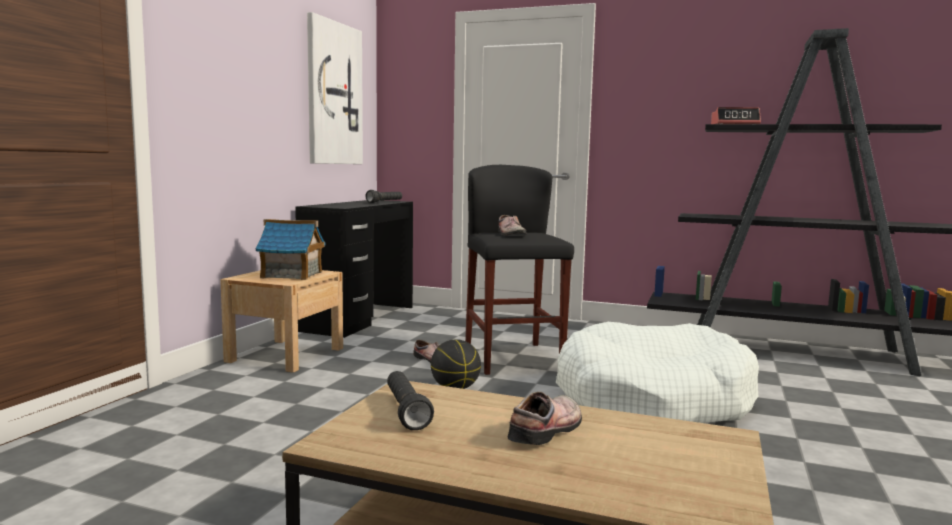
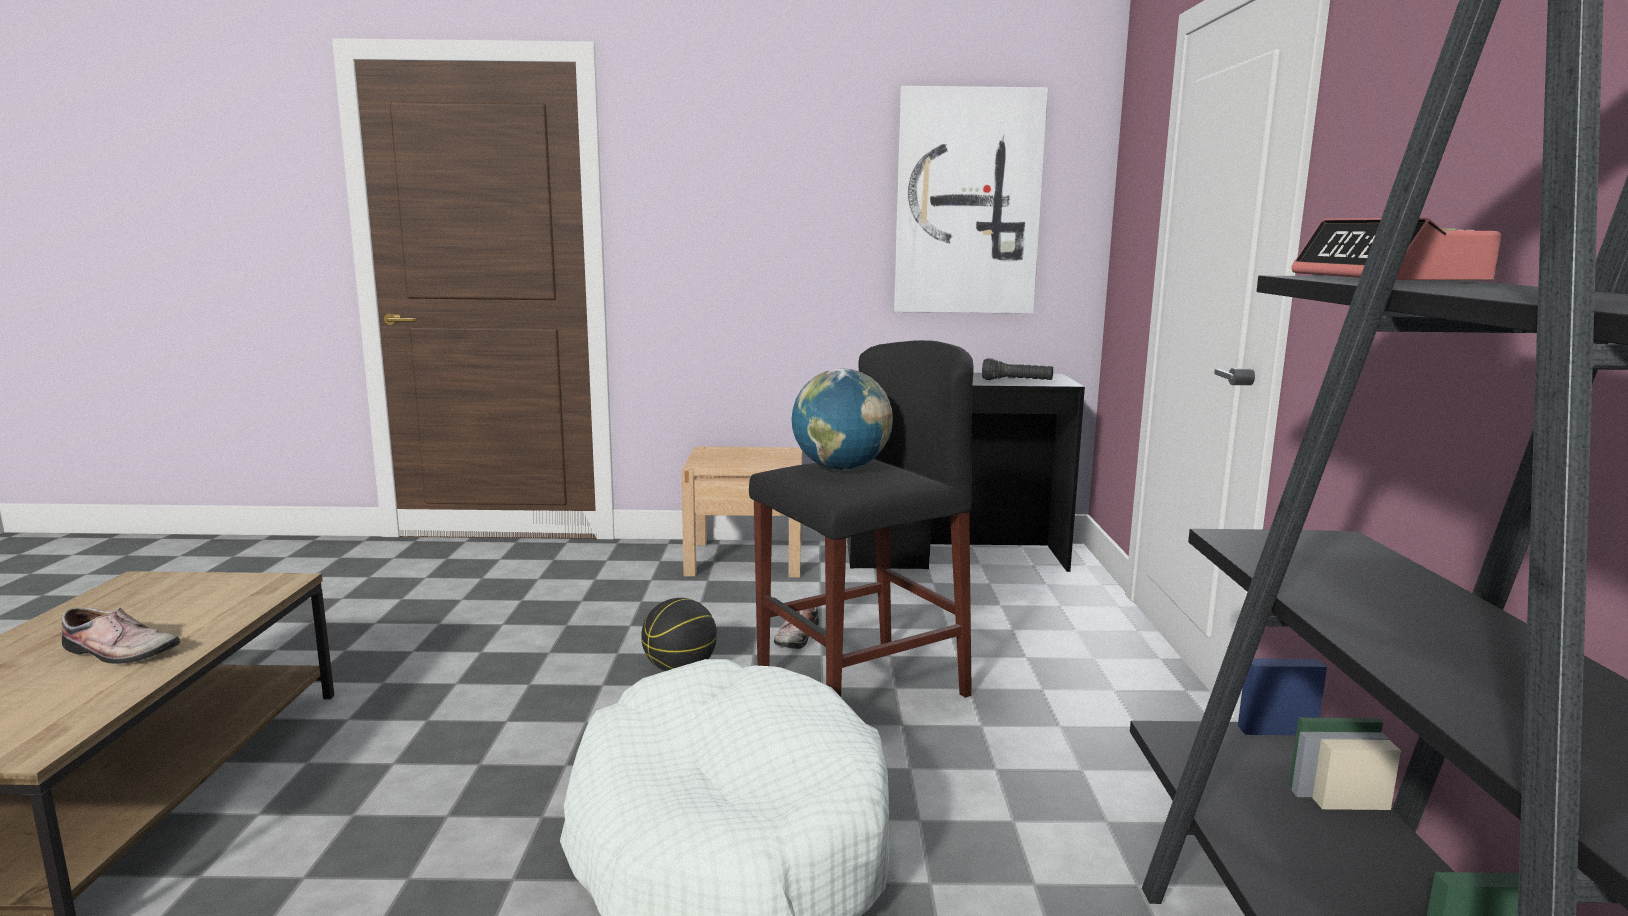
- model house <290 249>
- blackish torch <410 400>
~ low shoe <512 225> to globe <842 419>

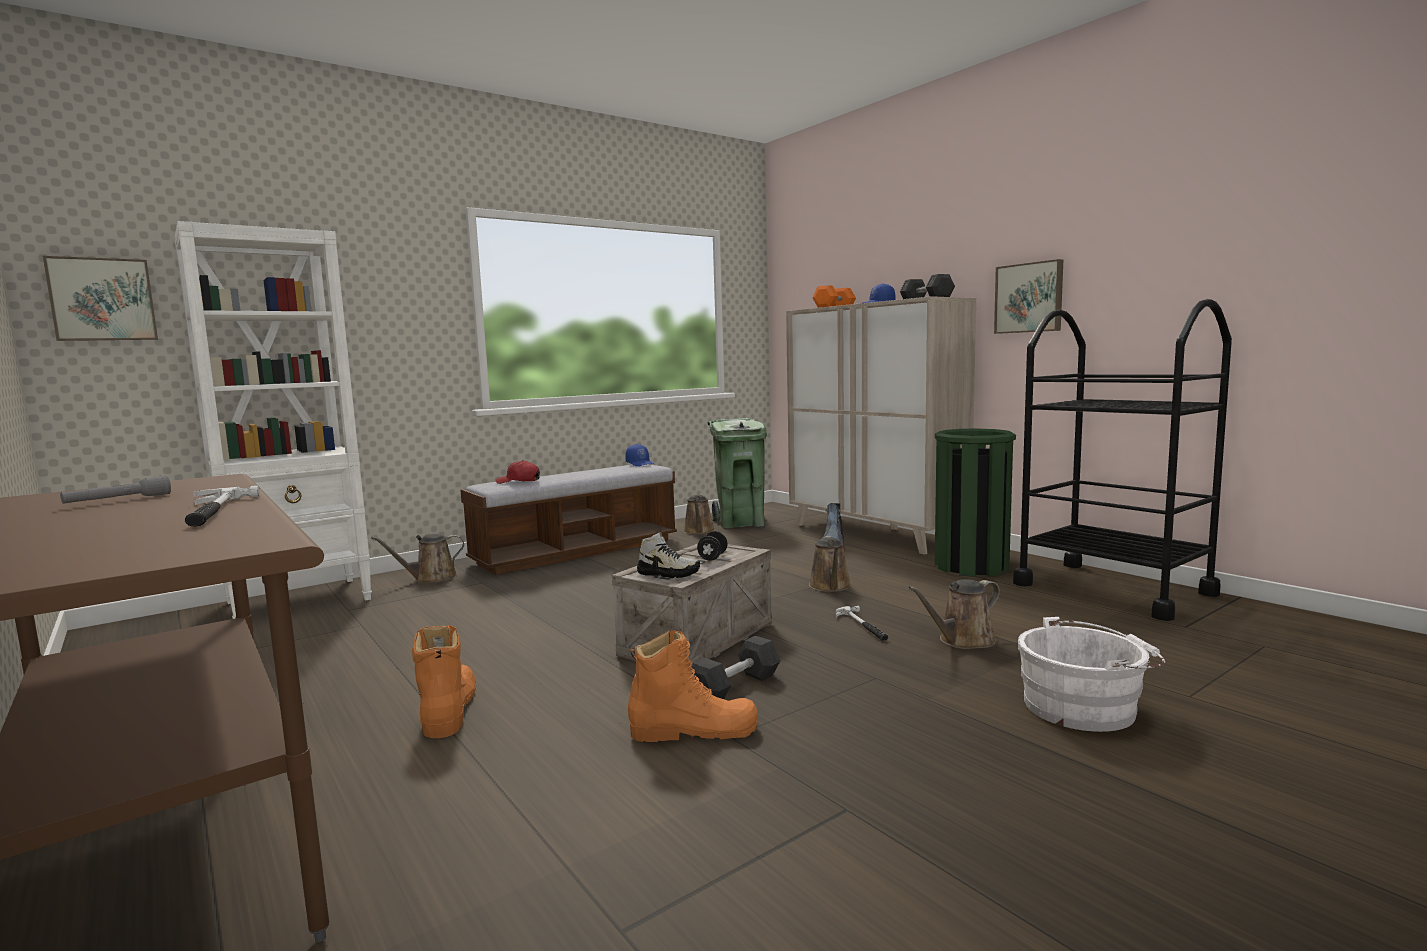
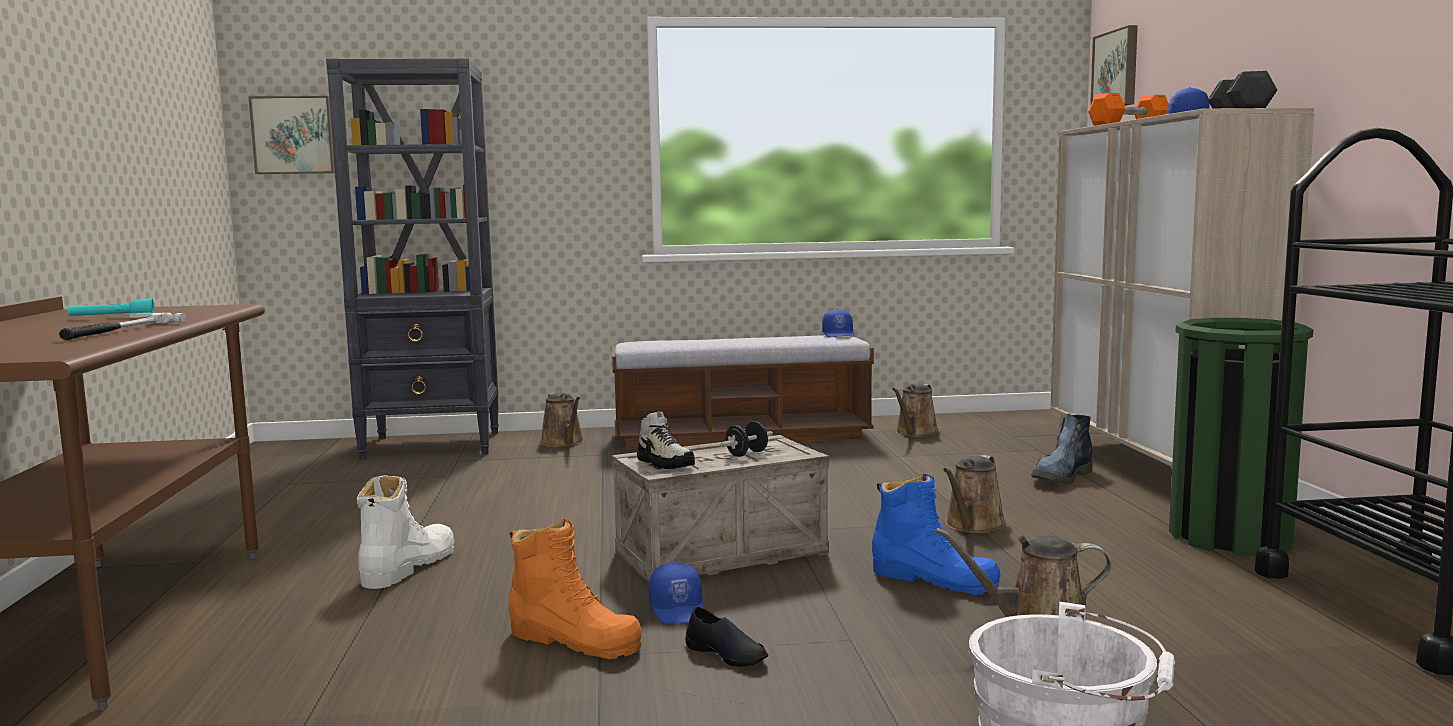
- red baseball cap <518 472>
- green rubbish bin <737 473>
+ blackish low shoe <726 636>
~ wall picture <1028 296> to <1114 65>
~ grey free weight <736 667> to blue-coloured baseball cap <677 593>
~ hand hammer <862 623> to blue-coloured high-top boot <936 534>
~ grey torch <115 489> to turquoise-coloured torch <111 307>
~ whitish shelving unit <273 420> to blackish shelving unit <412 259>
~ orange-coloured high-top boot <444 681> to whitish high-top boot <406 532>
~ brown-coloured watering can <417 558> = <562 419> 120 degrees counterclockwise

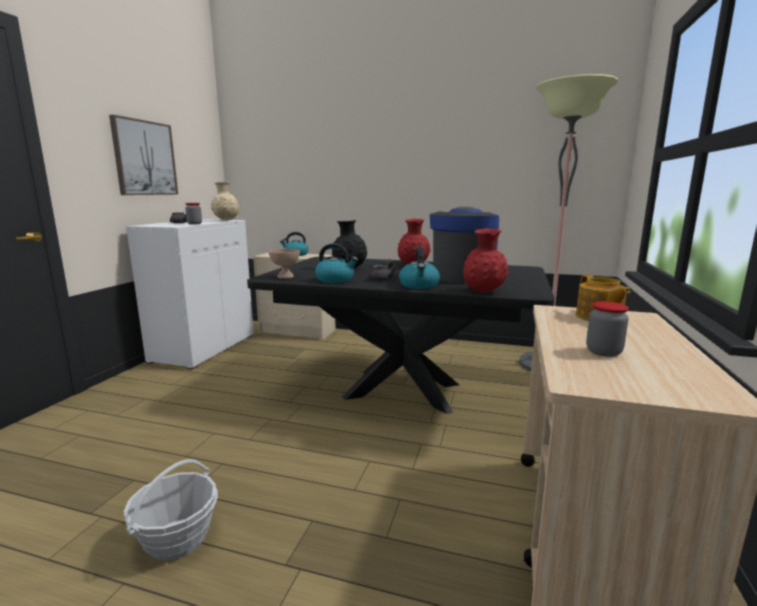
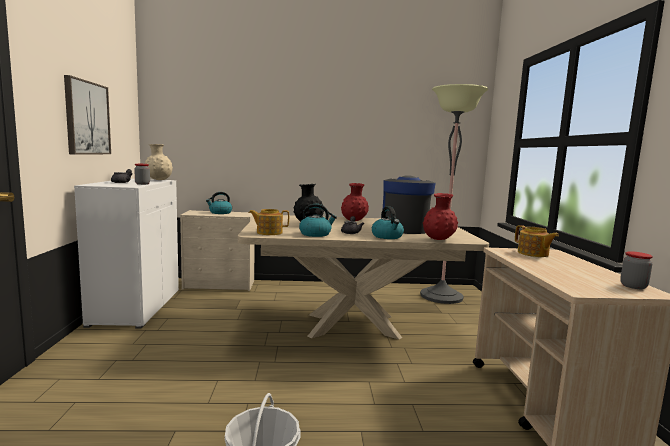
~ jar <607 329> to <636 270>
~ beige deep dish <284 264> to tea pot <269 222>
~ blackish dinner table <401 335> to beige dinner table <363 277>

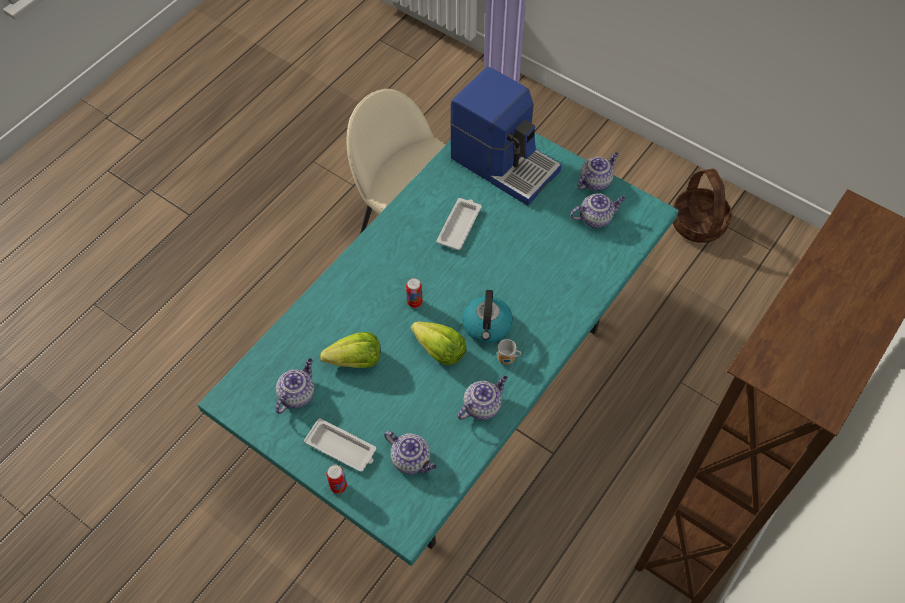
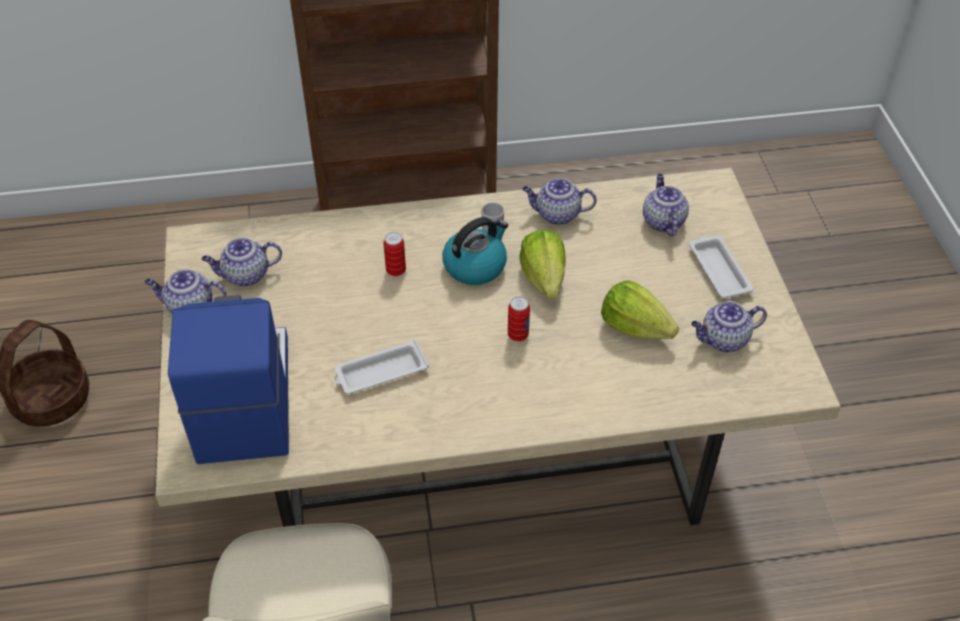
~ metal can <336 479> to <394 254>
~ turquoise-coloured dinner table <438 349> to beige dinner table <498 347>
~ tea pot <598 210> = <242 262> 45 degrees counterclockwise

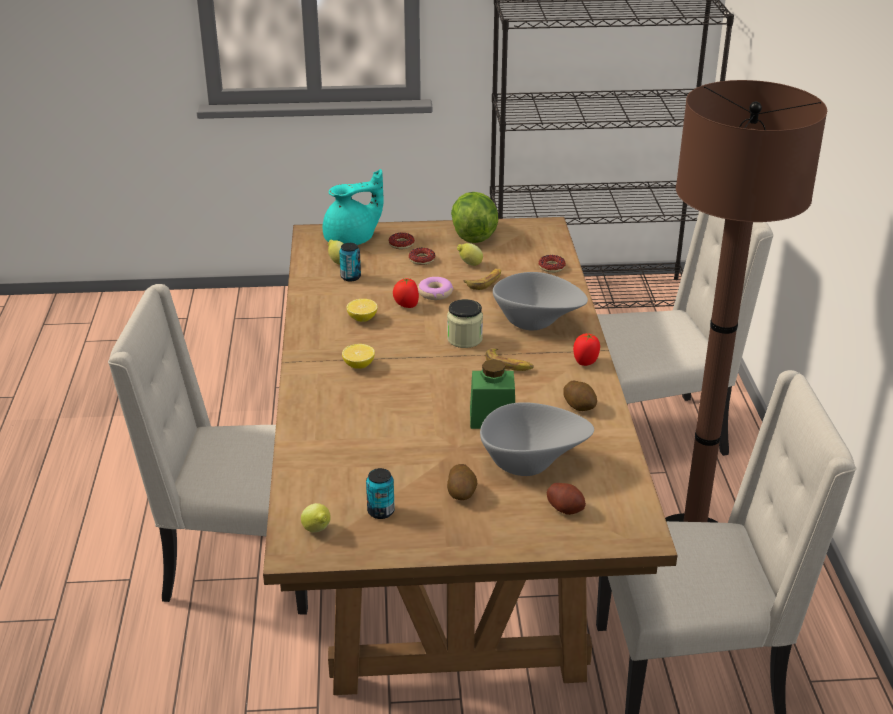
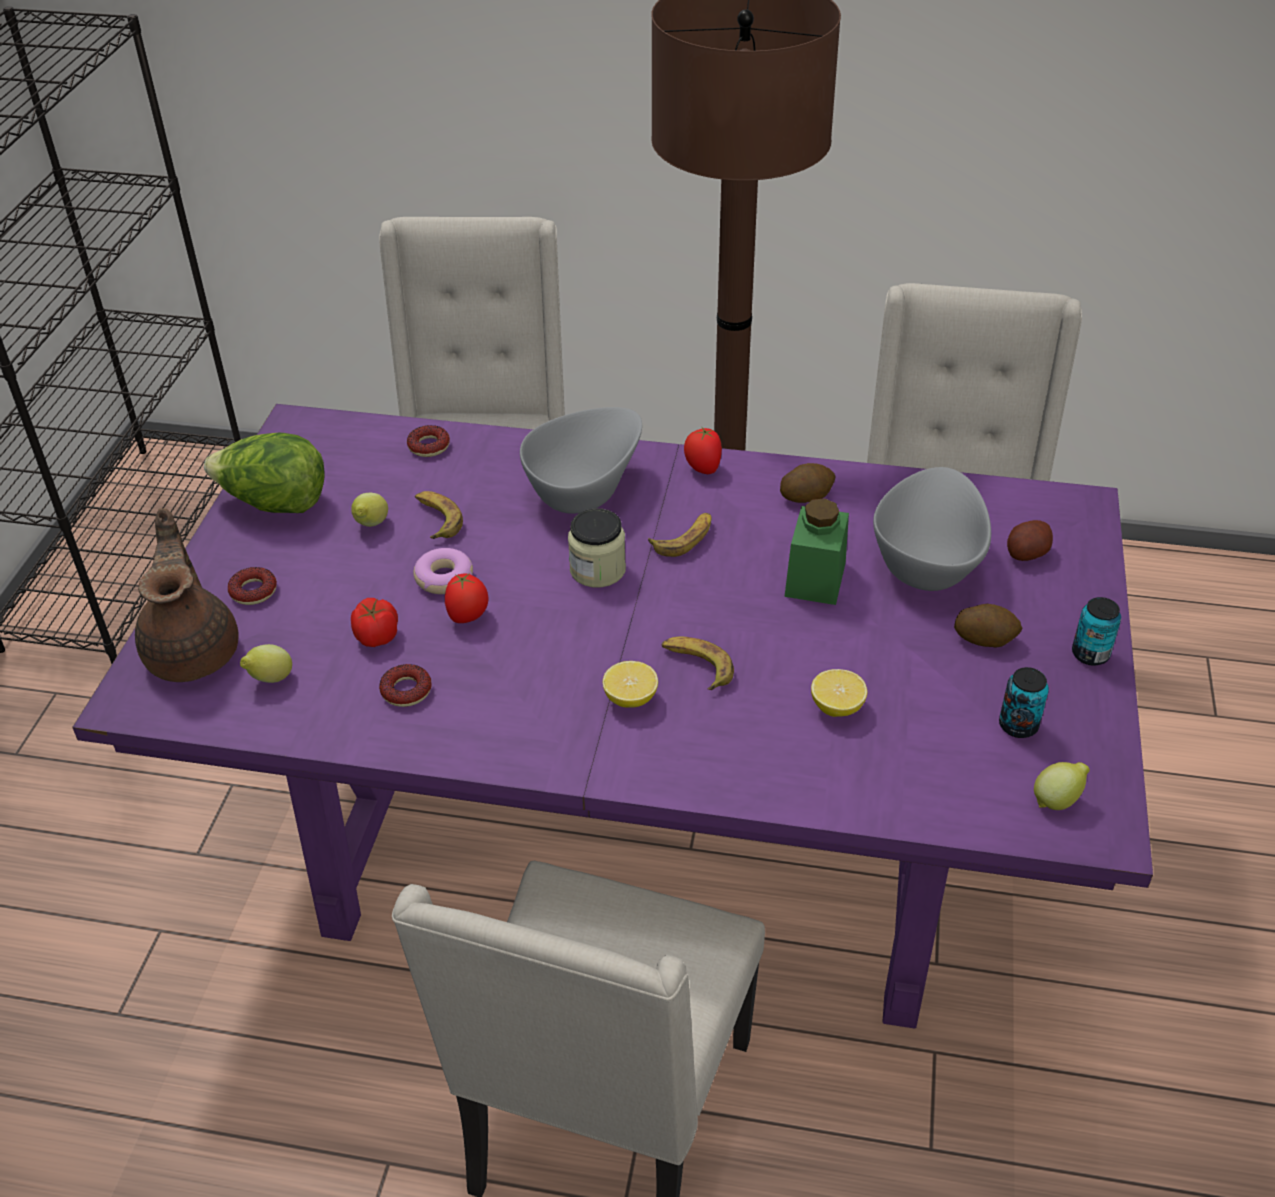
+ fresh tomato <374 622>
+ banana <698 663>
~ metal can <350 262> to <1096 631>
~ whole lemon <362 310> to <839 693>
~ ring doughnut <422 256> to <405 685>
~ brown-coloured dinner table <470 456> to purple-coloured dinner table <612 716>
~ turquoise-coloured tea pot <353 207> to brown-coloured tea pot <187 595>

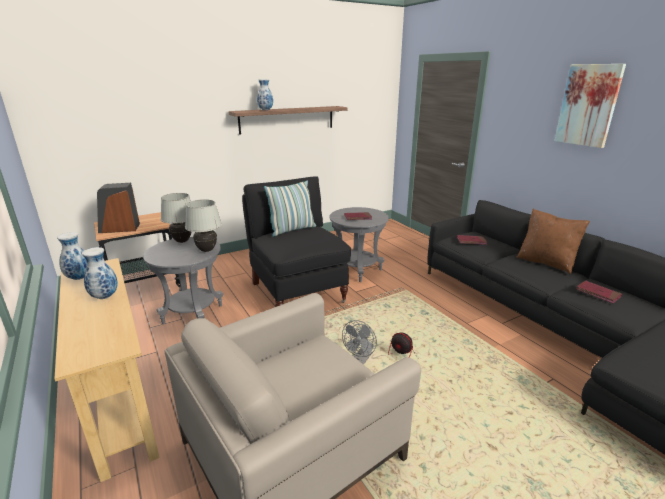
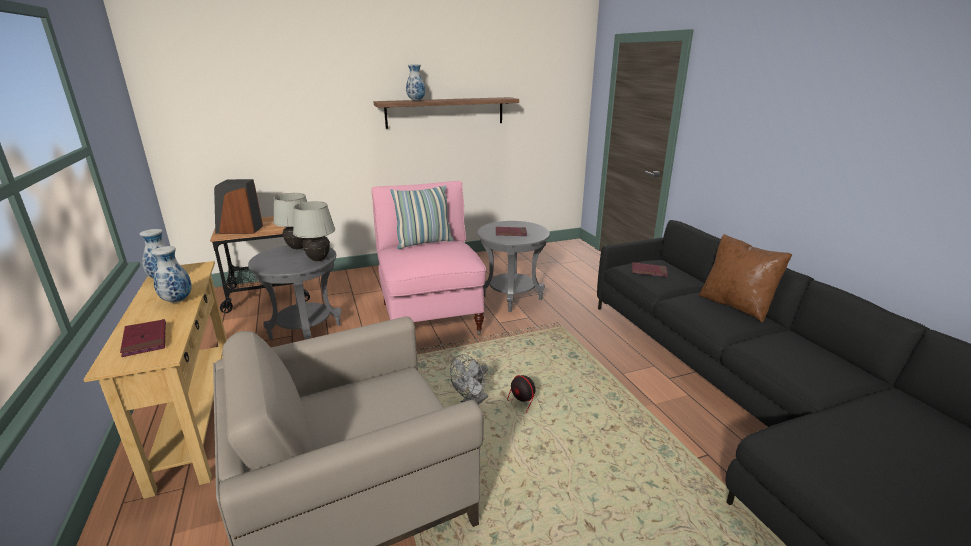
- wall picture <590 106>
~ red book <599 292> to <143 338>
~ blackish easy chair <296 241> to pink-coloured easy chair <428 258>

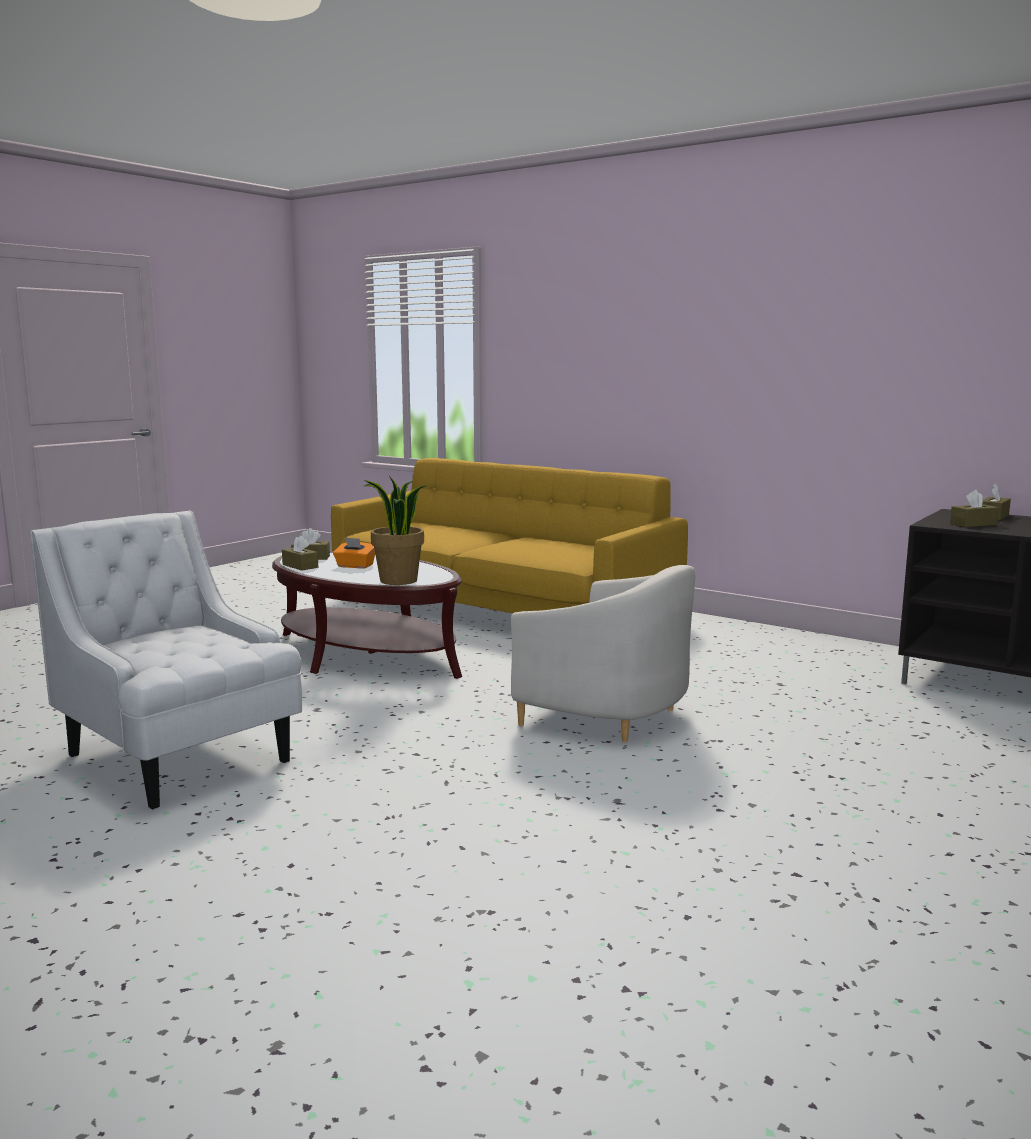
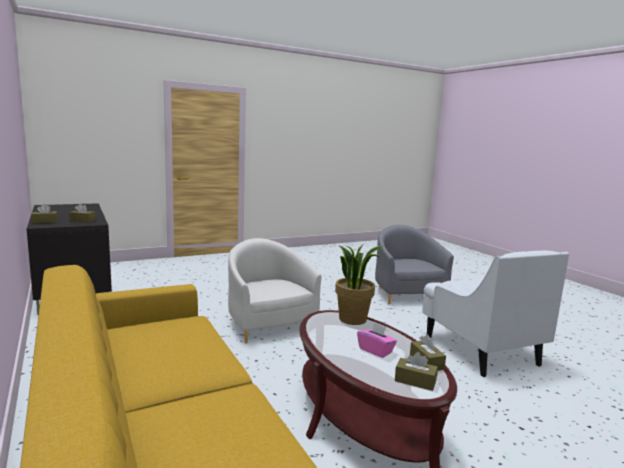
+ grey easy chair <414 264>
~ orange-coloured tissue box <354 553> to pink-coloured tissue box <377 340>

